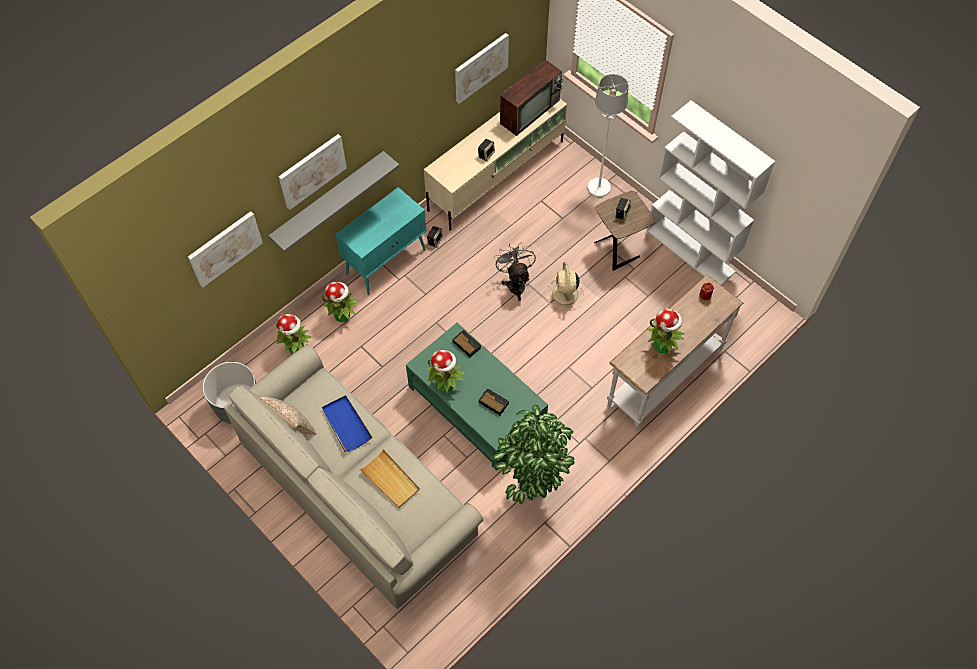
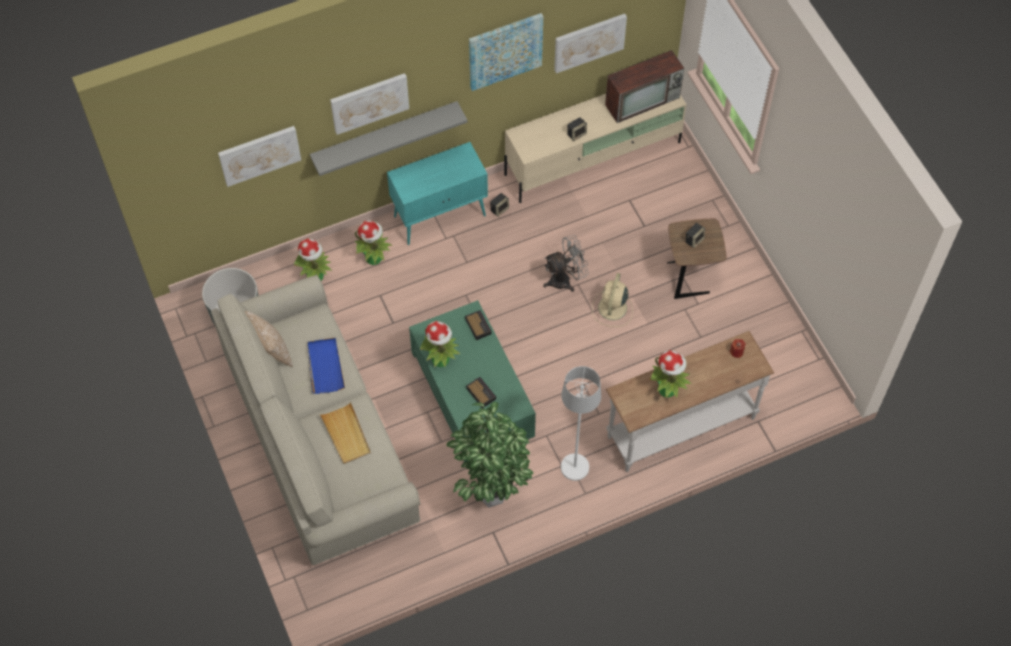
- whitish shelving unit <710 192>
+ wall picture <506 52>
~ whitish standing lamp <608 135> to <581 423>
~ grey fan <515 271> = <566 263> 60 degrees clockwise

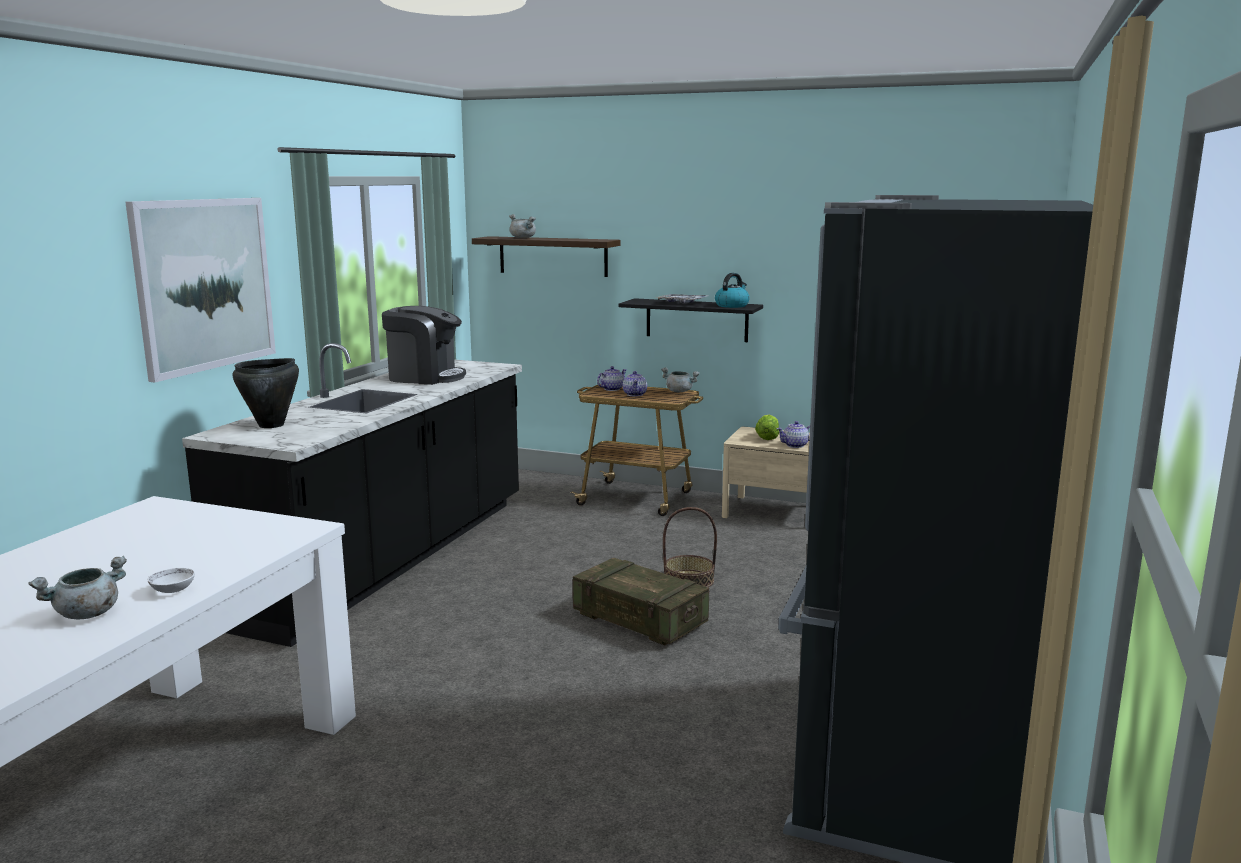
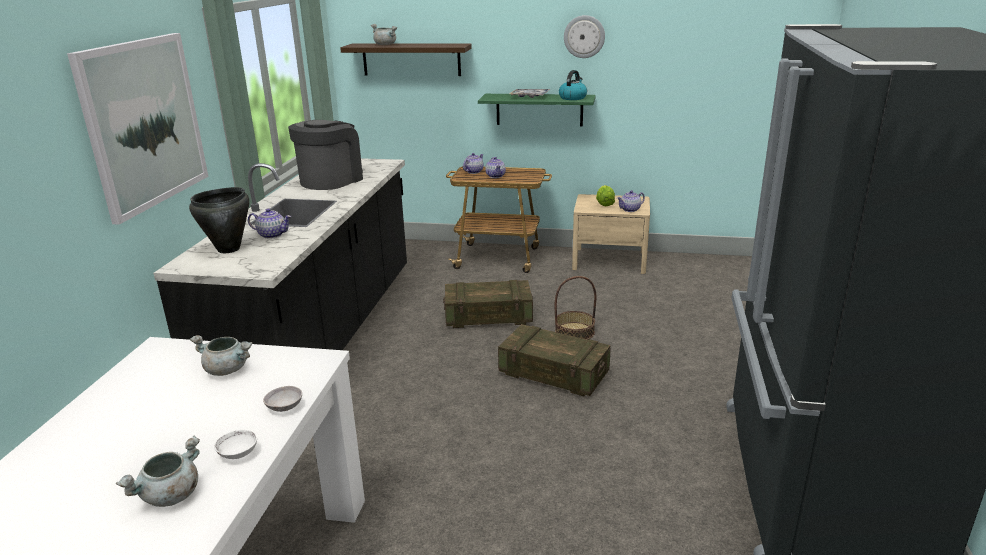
+ tea pot <270 223>
+ grey deep dish <282 399>
+ shipping crate <488 304>
+ hanging clock <584 36>
~ grey cooking pot <680 379> to <221 355>
~ blackish shelf <691 320> to green shelf <537 110>
~ coffee machine <424 345> = <325 155> 60 degrees counterclockwise

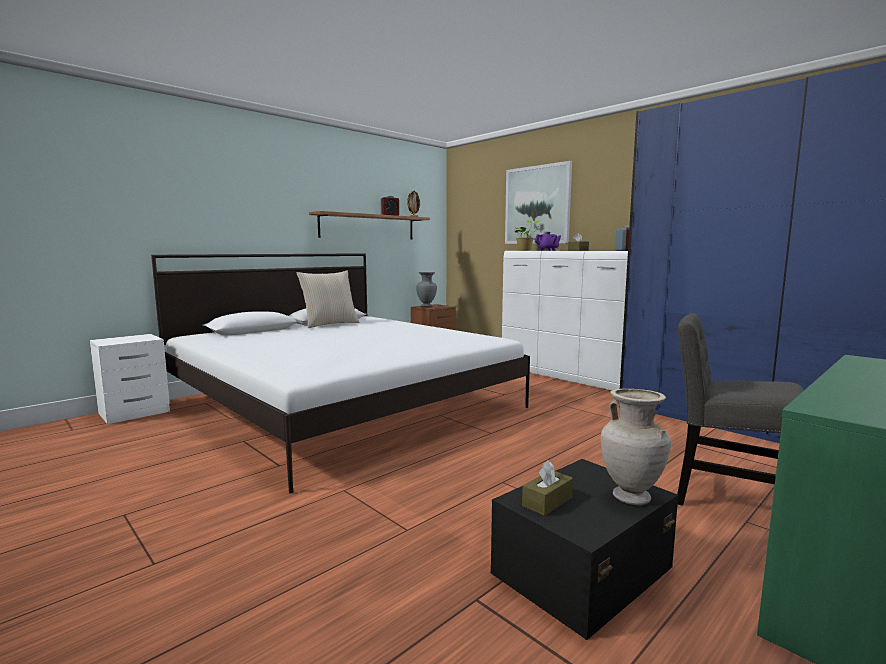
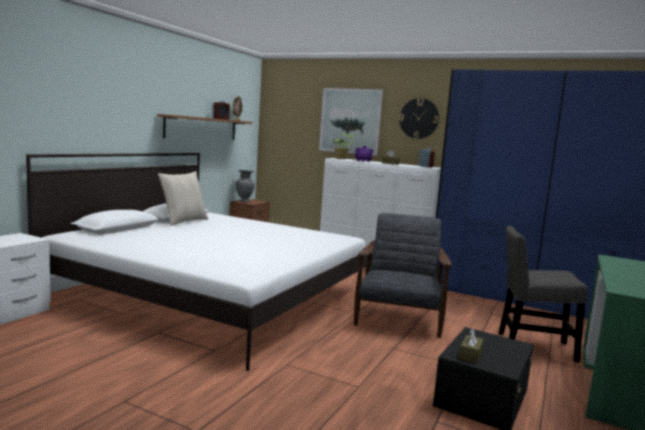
- beige flower vase <636 447>
+ grey easy chair <403 275>
+ hanging clock <419 118>

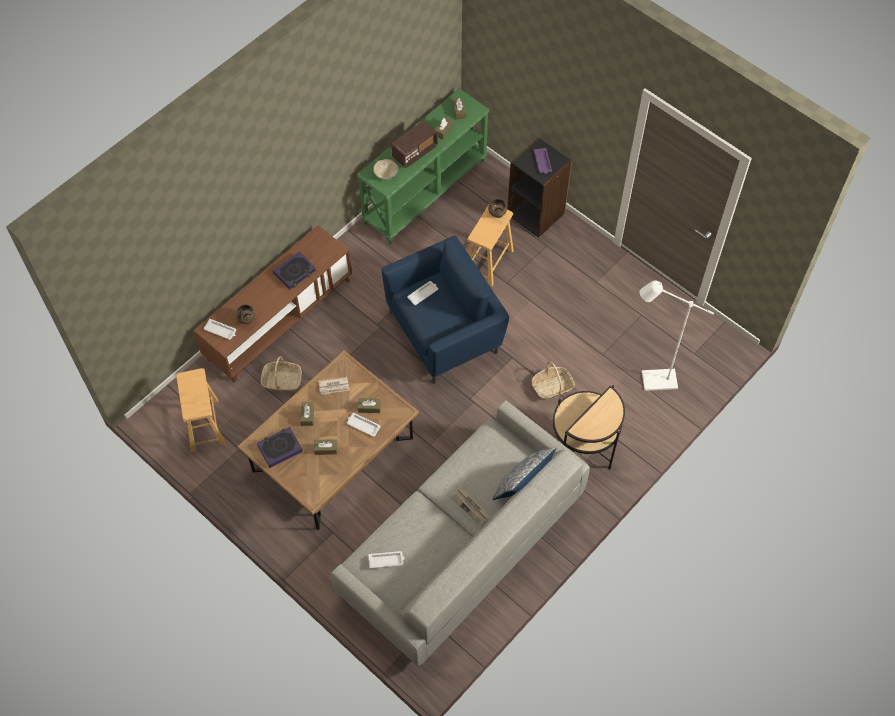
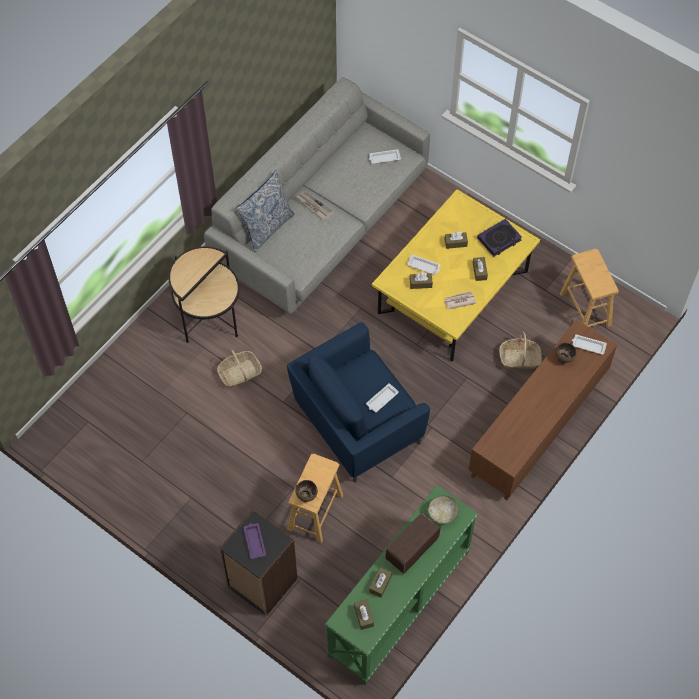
- book <294 271>
- whitish standing lamp <677 336>
~ brown-coloured low table <328 440> to yellow low table <456 275>

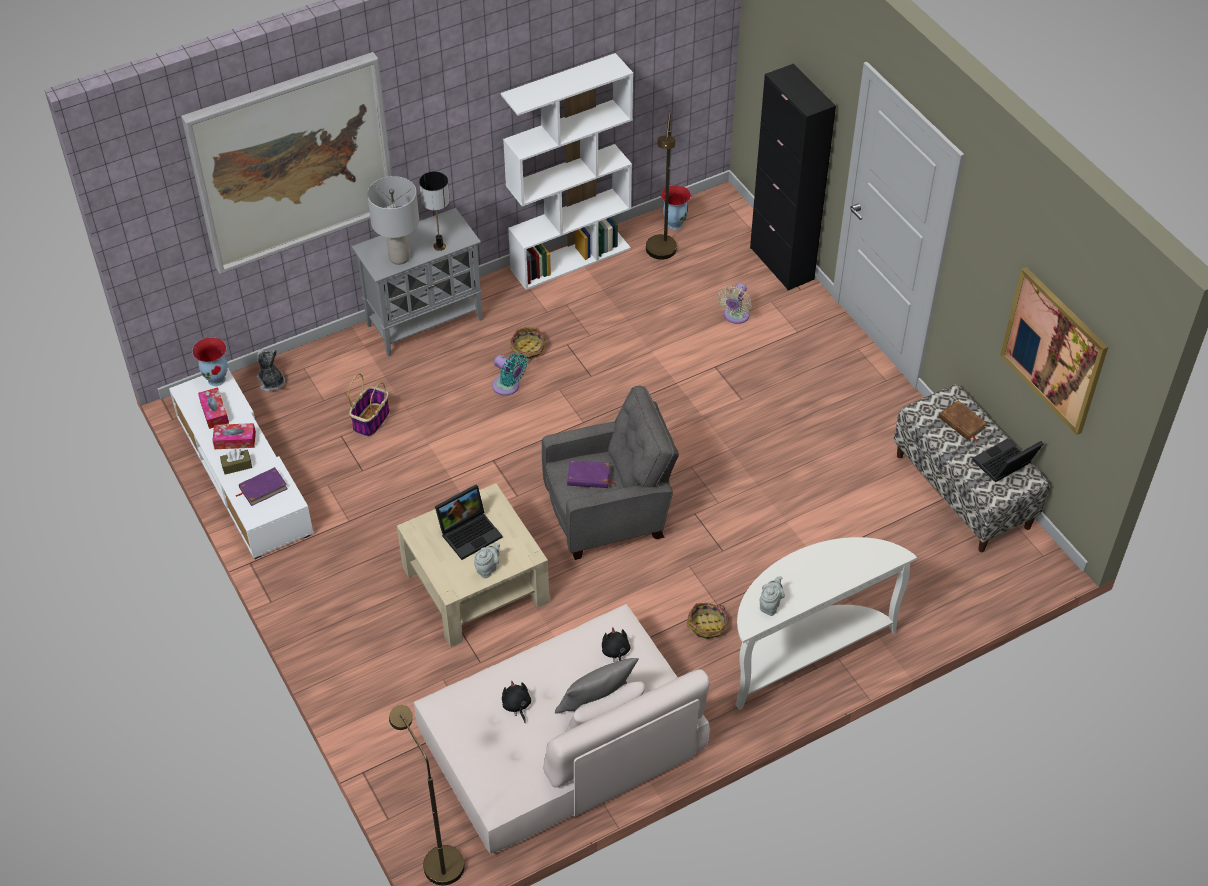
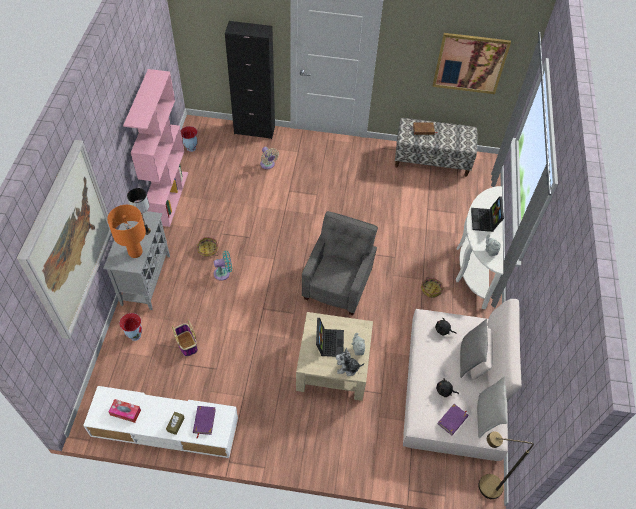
- tissue box <234 436>
- brown-coloured standing lamp <661 185>
+ grey pillow <492 407>
~ flower vase <210 361> to <130 327>
~ plush toy <270 370> to <350 361>
~ purple-coloured book <591 474> to <453 419>
~ laptop <1008 460> to <487 214>
~ grey table lamp <393 220> to orange-coloured table lamp <126 231>
~ whitish shelving unit <567 171> to pink-coloured shelving unit <155 148>

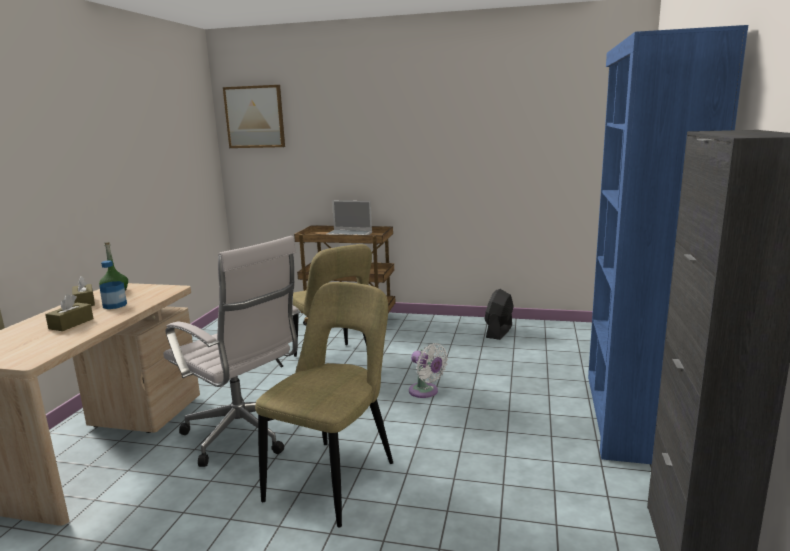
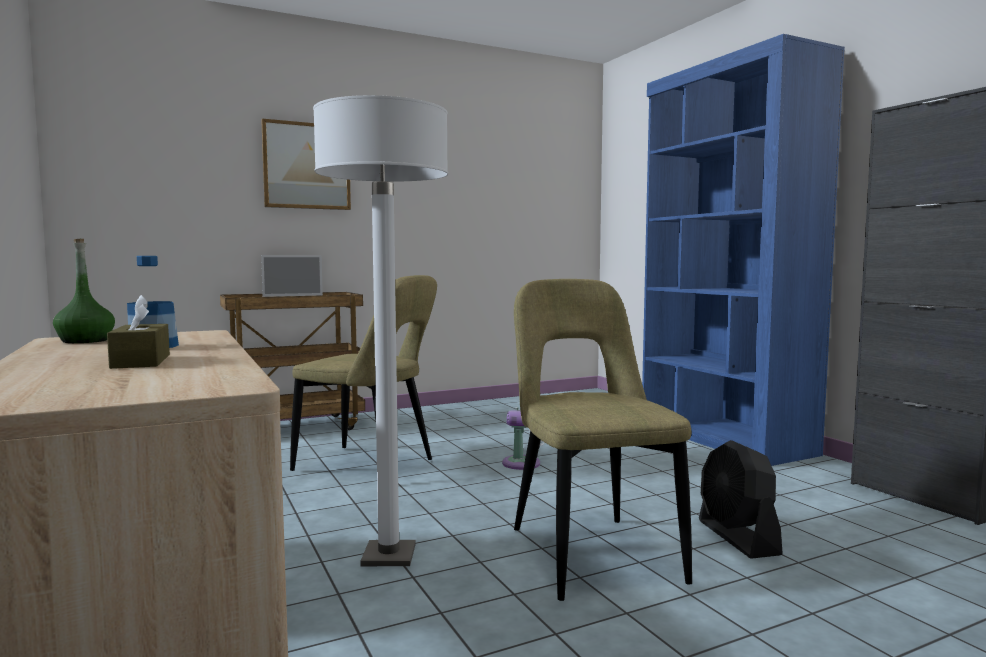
- brown-coloured tissue box <83 291>
~ wall picture <254 116> to <306 164>
~ blackish fan <499 314> to <741 499>
~ whitish office chair <231 351> to whitish standing lamp <380 330>

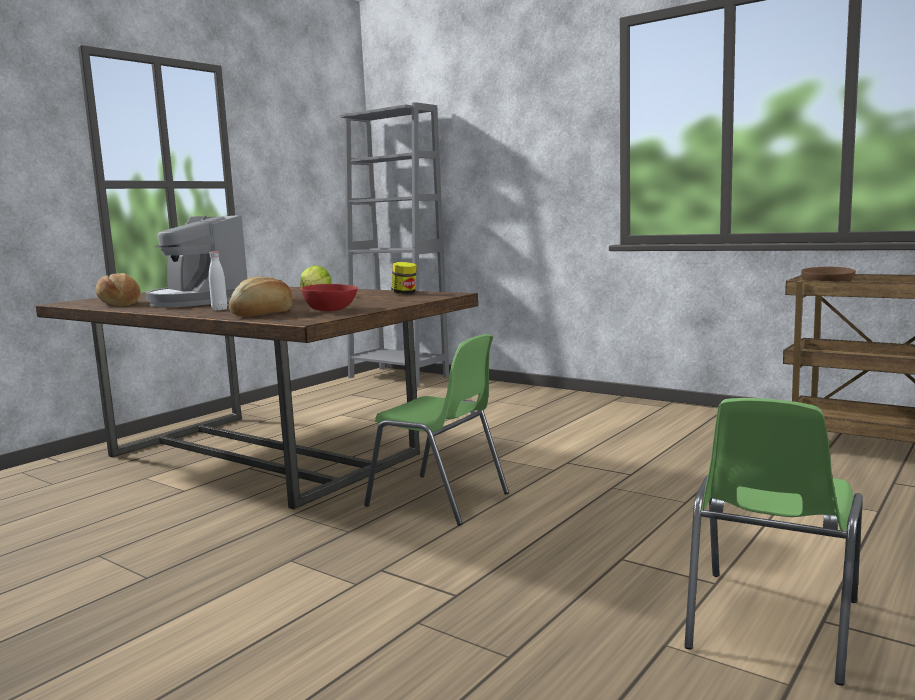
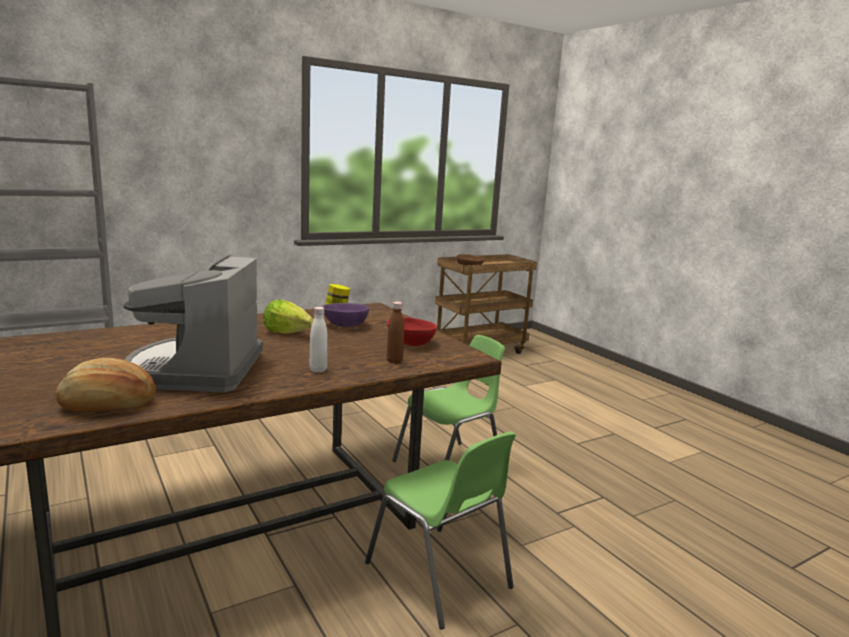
+ purple-coloured deep dish <345 315>
~ green plain chair <773 542> to <440 530>
~ bread <261 297> to brown-coloured bottle <395 333>
~ coffee machine <196 261> = <193 323> 105 degrees clockwise

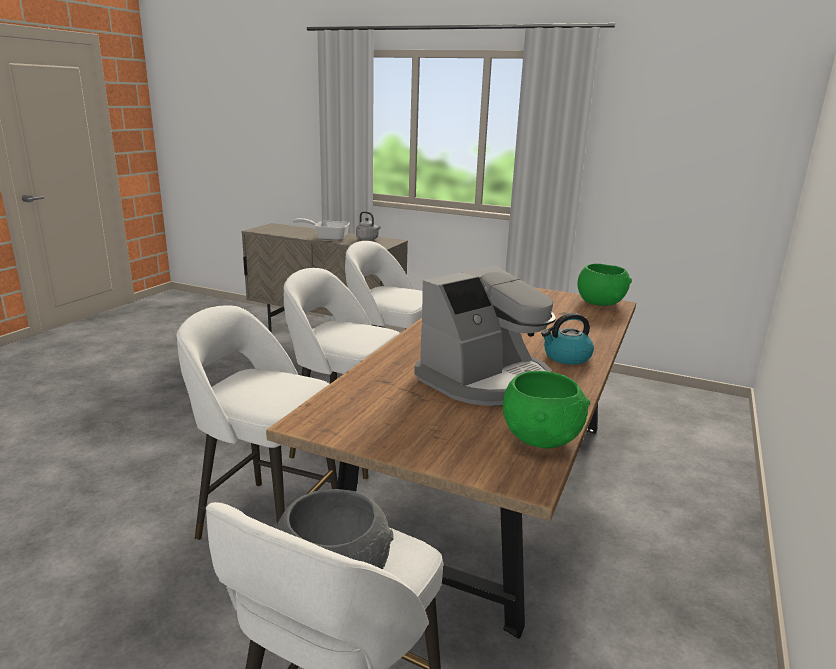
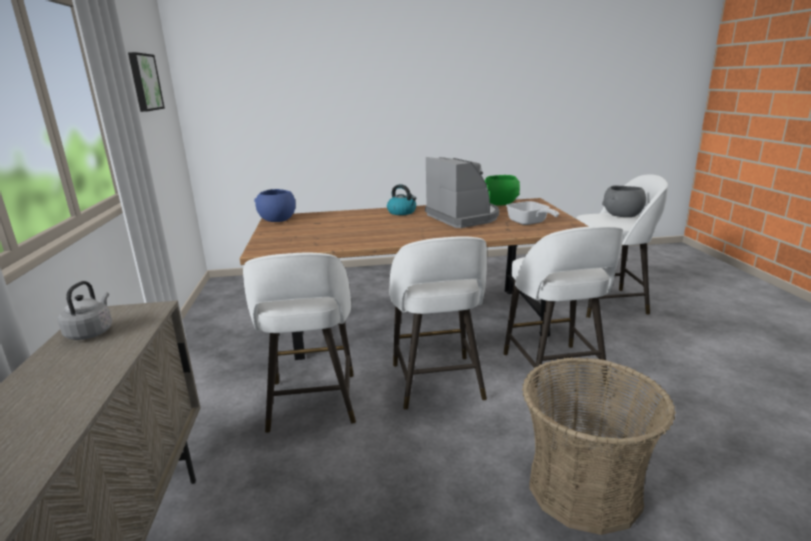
+ wall picture <146 82>
+ household basket <599 446>
~ skillet <321 229> to <532 213>
~ green deep dish <604 285> to blue-coloured deep dish <275 205>
~ coffee machine <485 336> = <462 192> 45 degrees clockwise

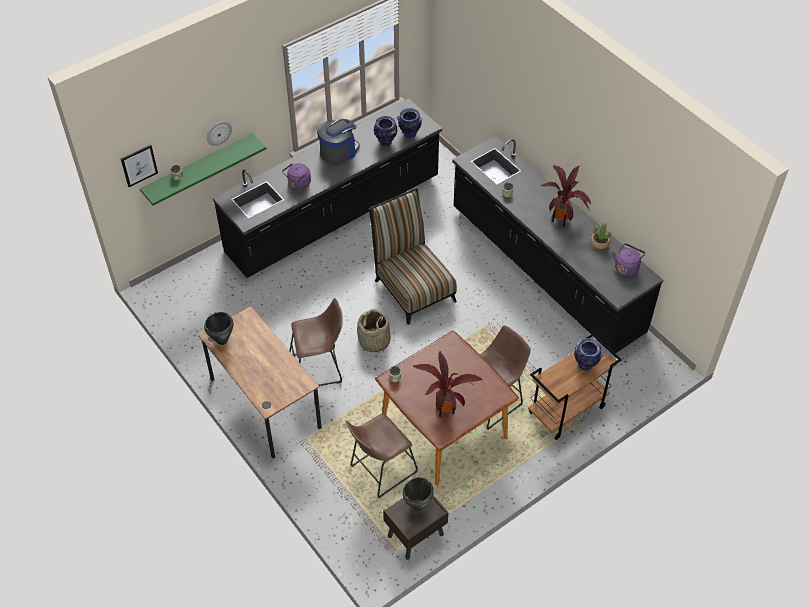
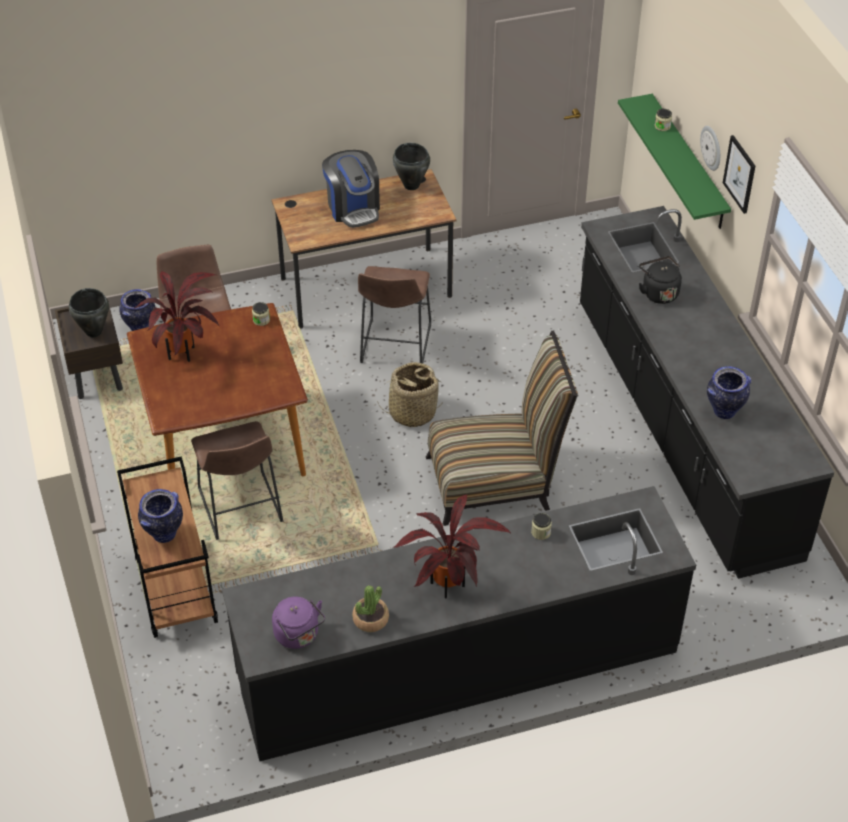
~ wall picture <139 166> to <739 174>
~ coffee machine <338 142> to <351 189>
~ flower vase <410 123> to <137 310>
~ purple-coloured water kettle <296 176> to blackish water kettle <660 280>

